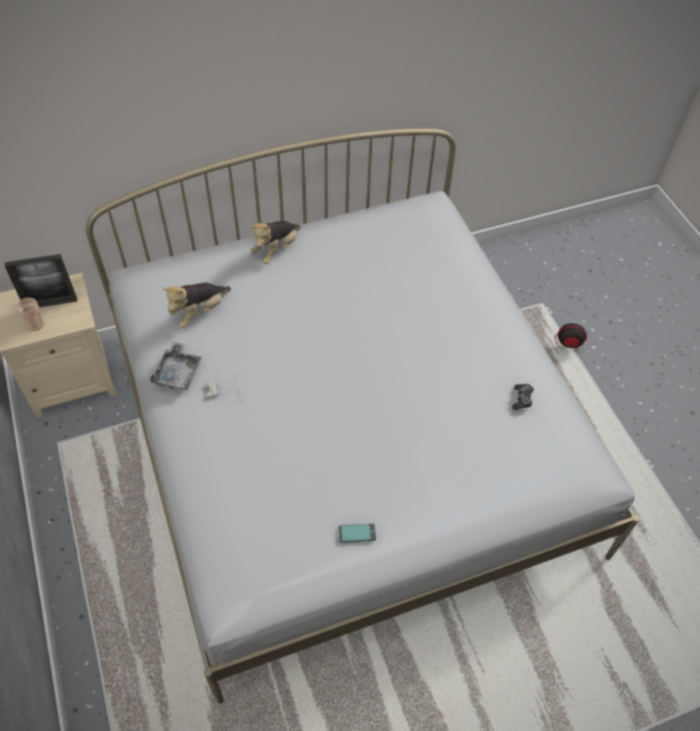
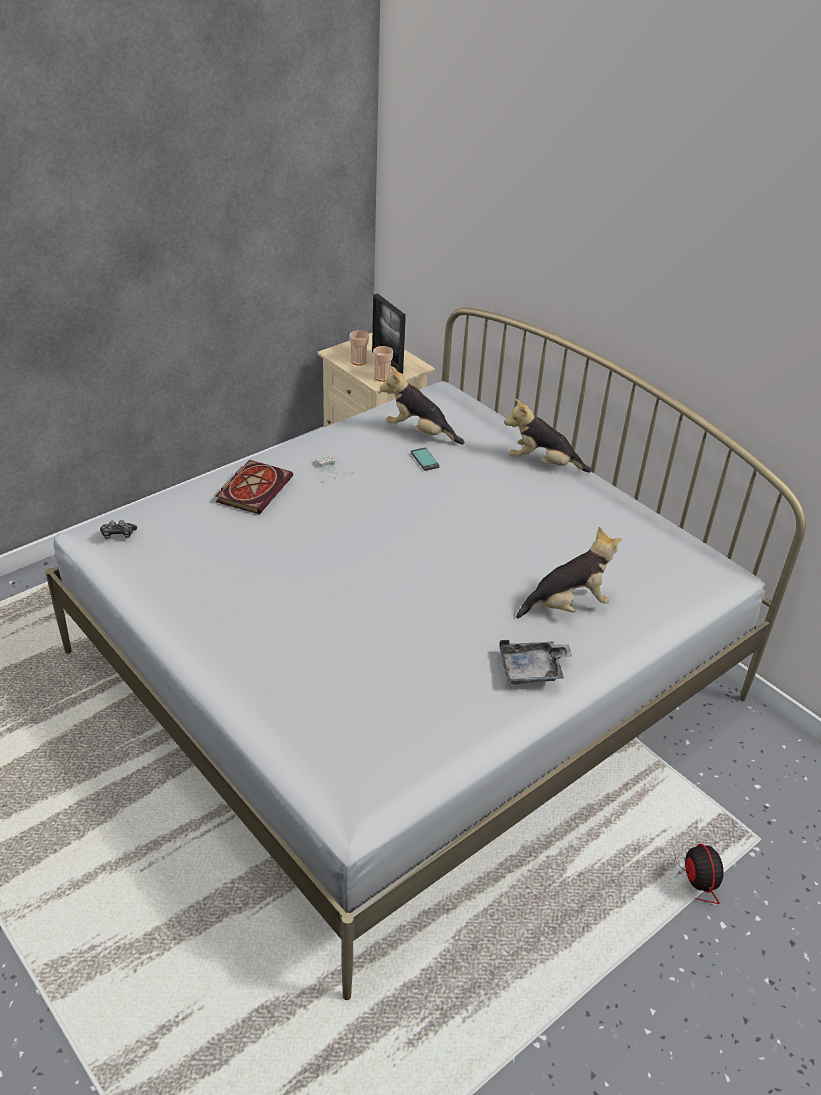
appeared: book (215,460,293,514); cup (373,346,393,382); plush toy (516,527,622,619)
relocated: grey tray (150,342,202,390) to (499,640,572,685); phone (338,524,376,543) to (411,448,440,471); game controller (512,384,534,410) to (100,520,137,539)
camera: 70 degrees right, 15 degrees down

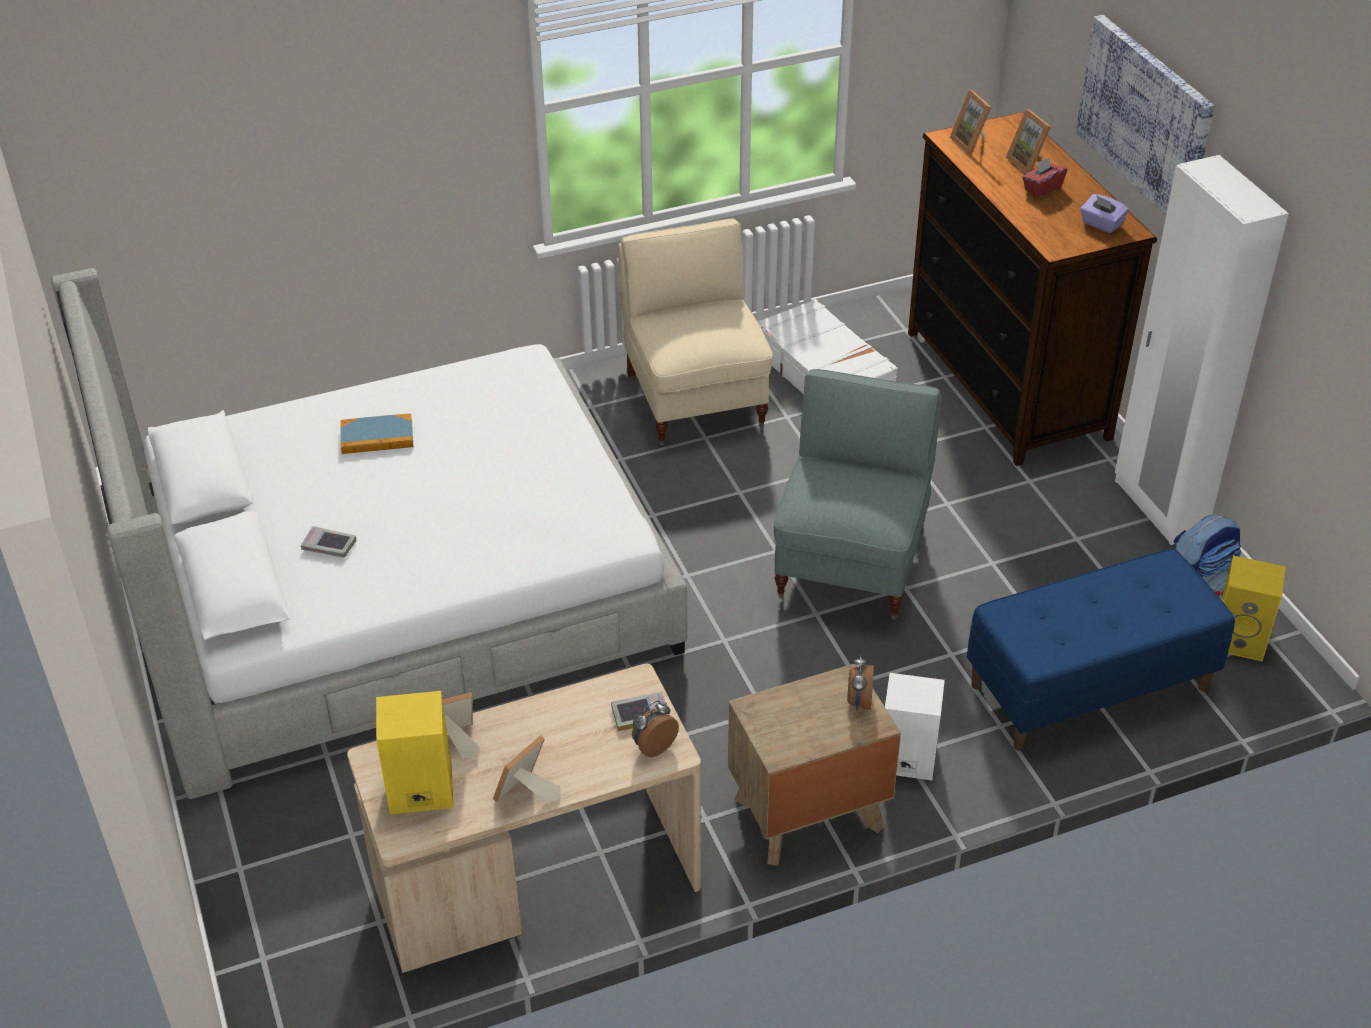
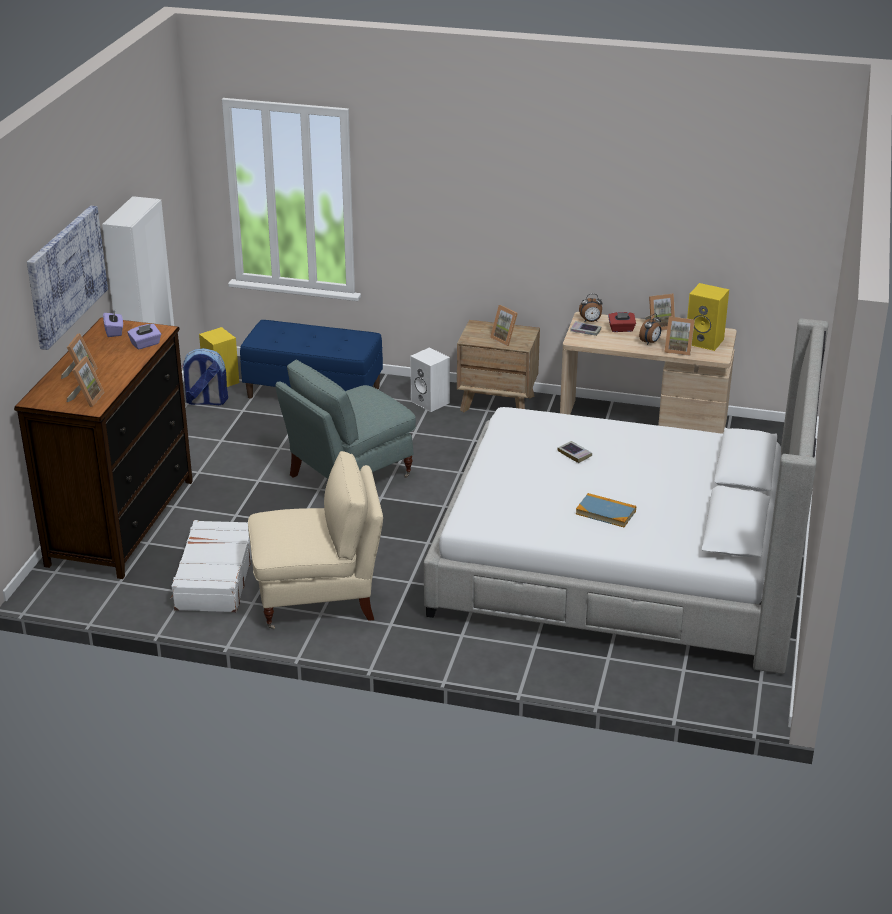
appeared: purple tissue box (128,324,161,350); picture frame (490,305,518,346)
relocated: book (301,526,356,558) to (558,441,592,463); alarm clock (847,656,874,710) to (639,313,661,345); red tissue box (1022,157,1067,197) to (608,312,636,332)
spun: beige armchair (618,219,773,446) = (248,451,383,629) 120 degrees counterclockwise
camera: 145 degrees left, 10 degrees down

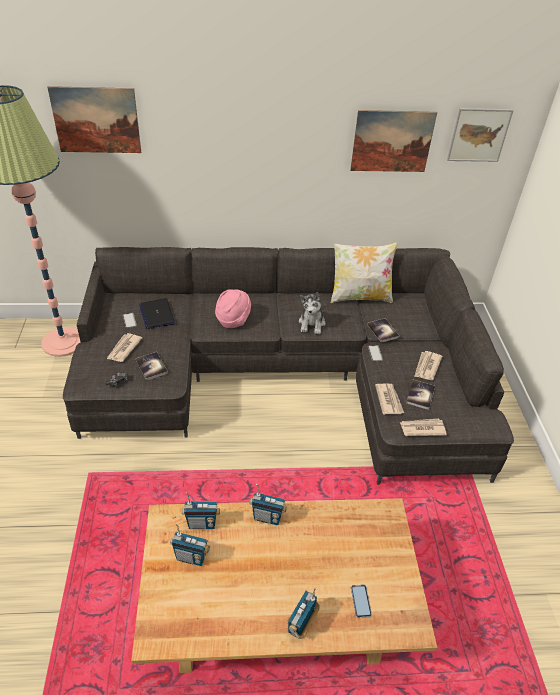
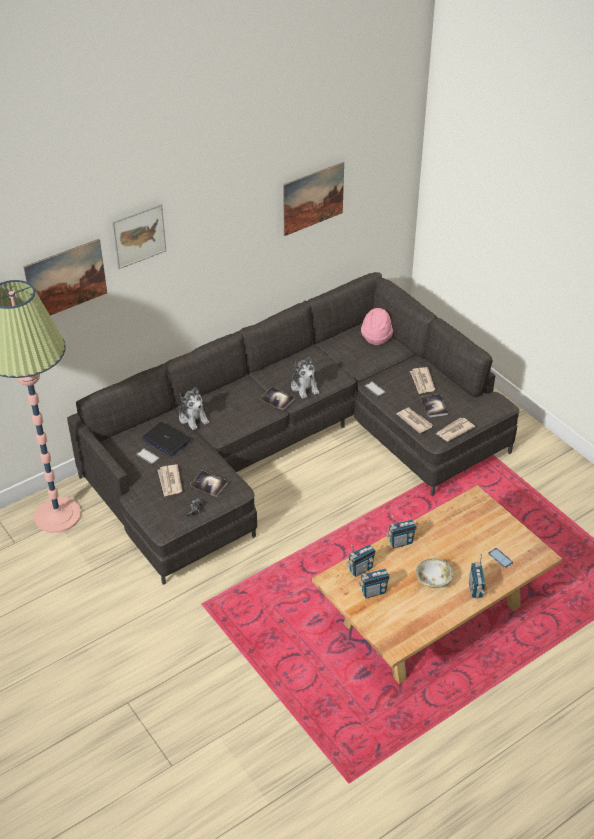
missing: pillow (331,242,398,303)
appeared: plush toy (179,387,209,430); bowl (416,558,453,588)
relocated: pink hat (215,289,251,328) to (361,308,393,345); book (367,318,400,343) to (260,387,295,410); picture (447,108,514,162) to (111,203,166,269)
camera: 30 degrees left, 0 degrees up

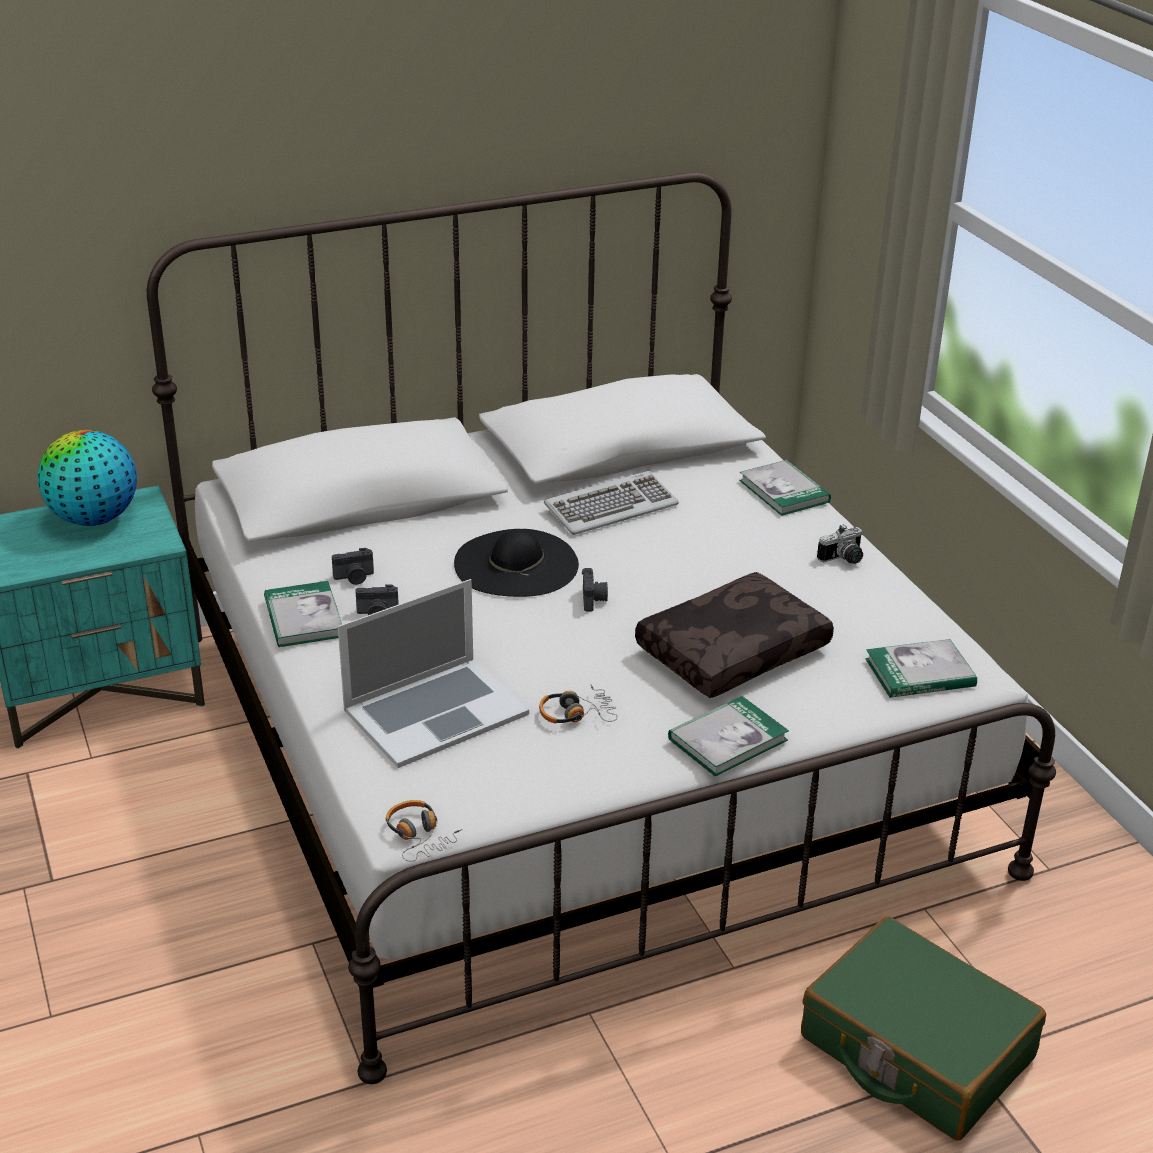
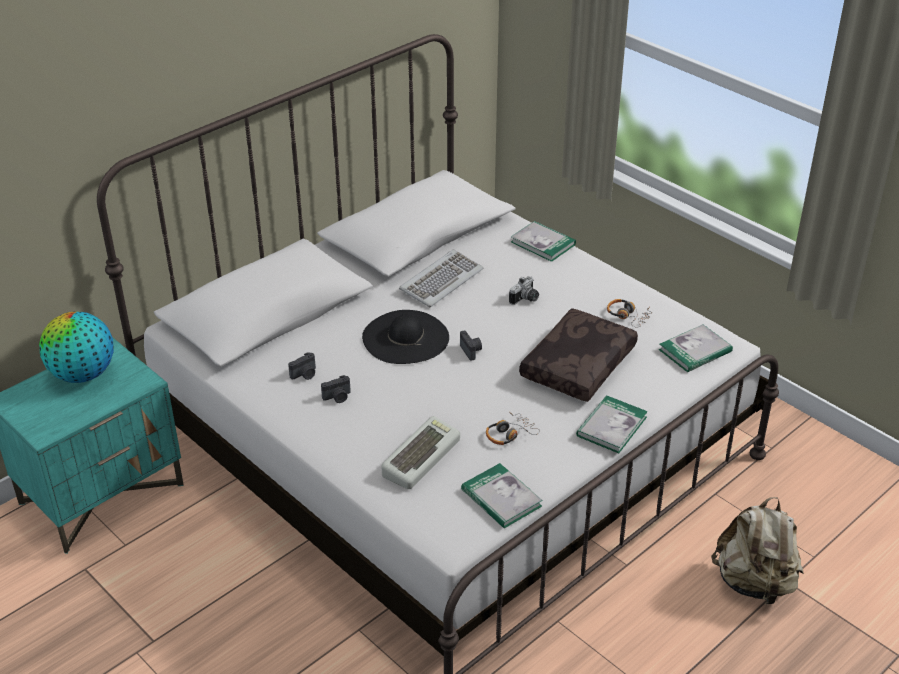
relocated: book (264,581,342,647) to (461,463,543,528); headphones (386,800,462,862) to (607,299,652,328); photo camera (817,524,863,564) to (509,276,539,305)
exchanged: laptop (338,579,529,768) to keyboard (382,416,460,489); green suitcase (801,916,1046,1140) to beige backpack (711,497,804,604)
camera: 20 degrees left, 5 degrees up

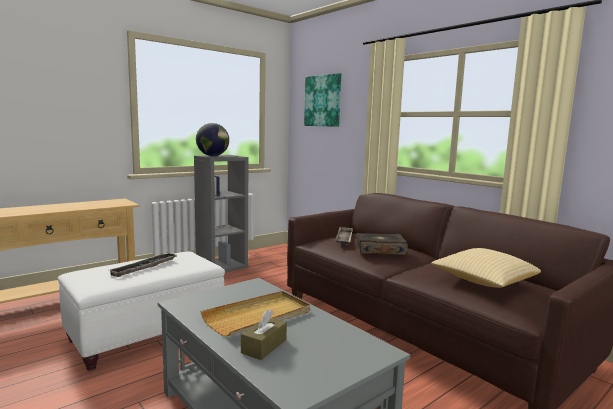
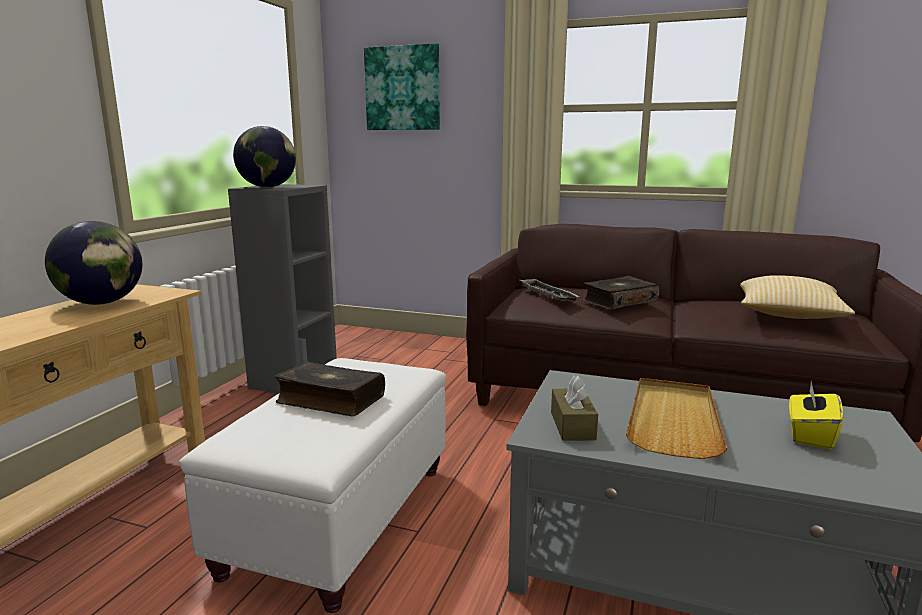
appeared: globe (45,221,142,305); yellow tissue box (789,382,843,450)
relocated: brown tissue box (241,310,287,360) to (551,376,598,441)
exchanged: tray (109,252,176,277) to book (275,362,385,416)
camera: 30 degrees left, 5 degrees up

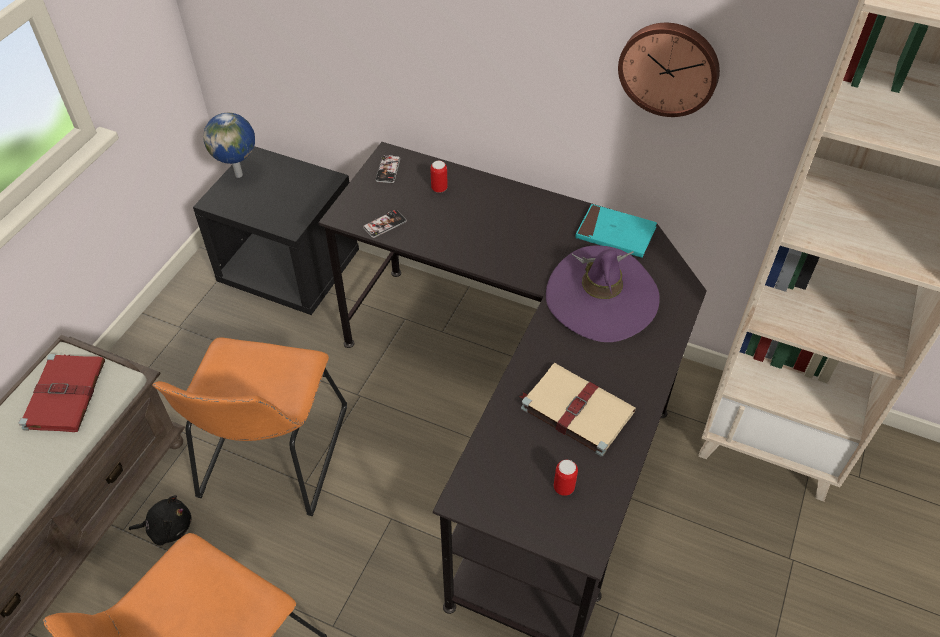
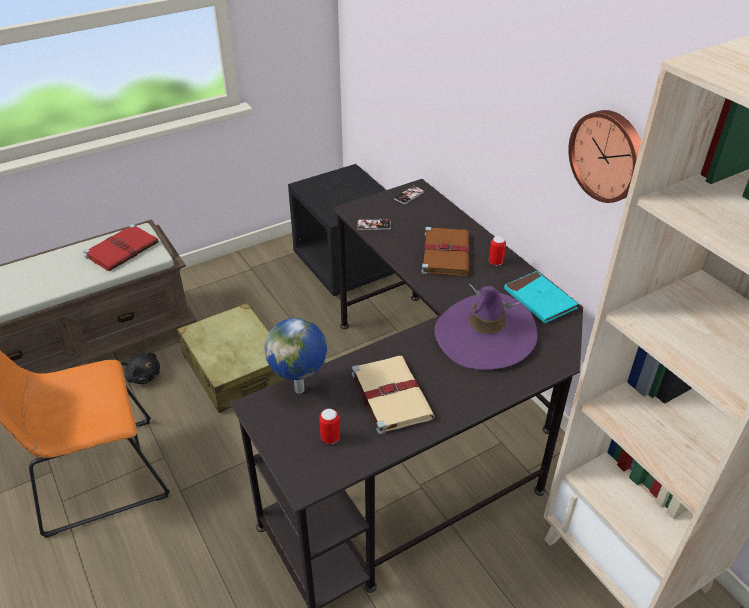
appeared: brown book (421,227,470,276)
relocated: globe (204,113,255,178) to (265,318,327,394); can (430,161,448,193) to (489,236,506,265)
exchanged: orange chair (152,338,347,516) to beige suitcase (177,303,286,413)
camera: 35 degrees right, 10 degrees down

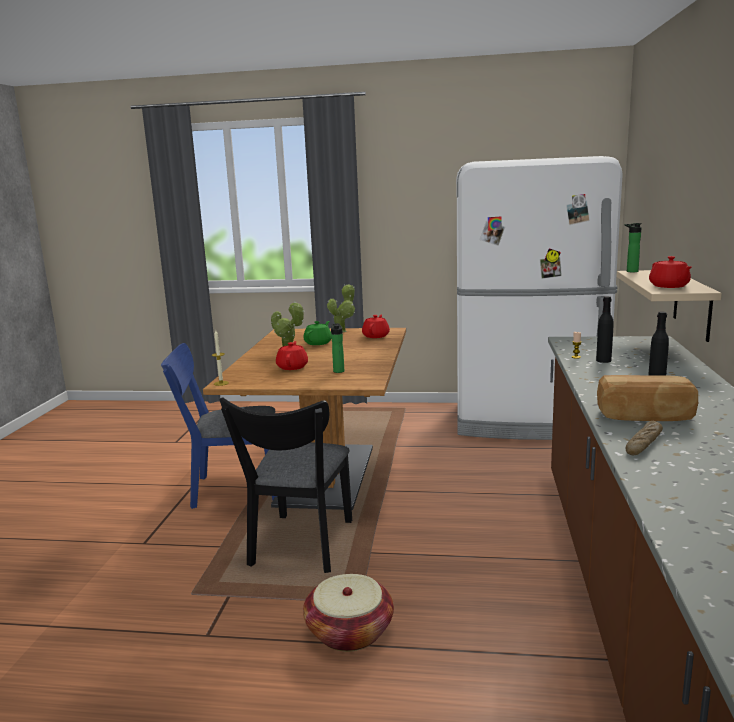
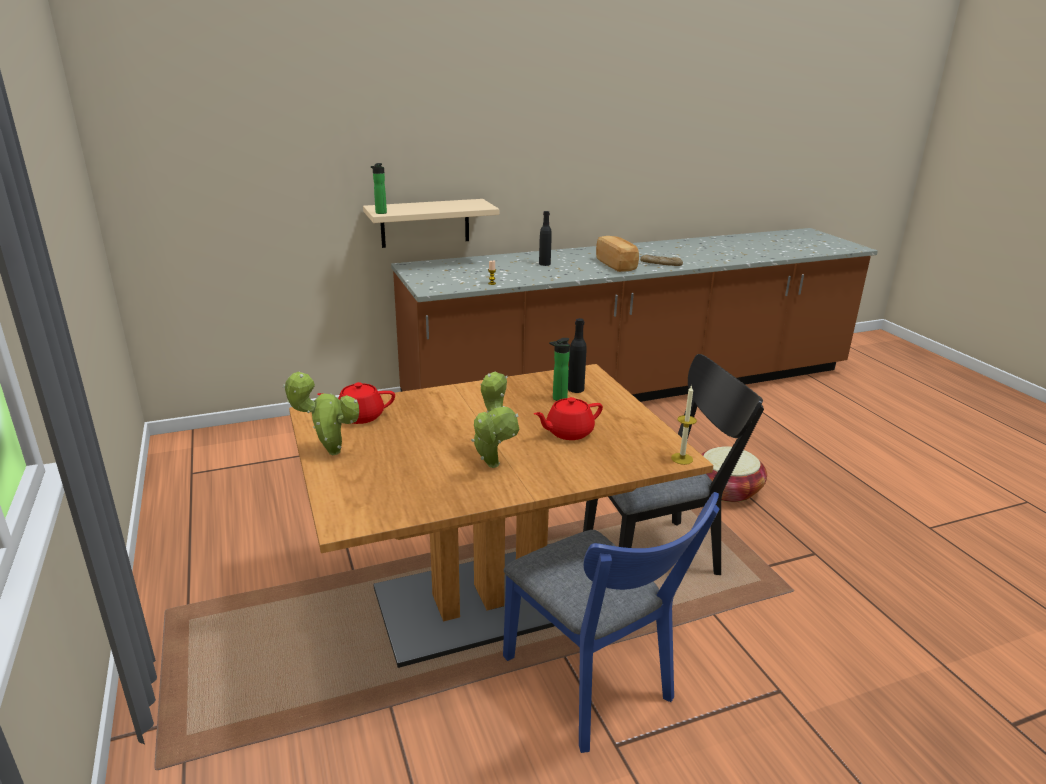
missing: green teapot (303,321,332,345); white fridge (456,156,623,440); red teapot (649,256,692,288)
relocated: black bottle (596,296,614,363) to (568,318,587,393)
camera: 120 degrees left, 10 degrees up

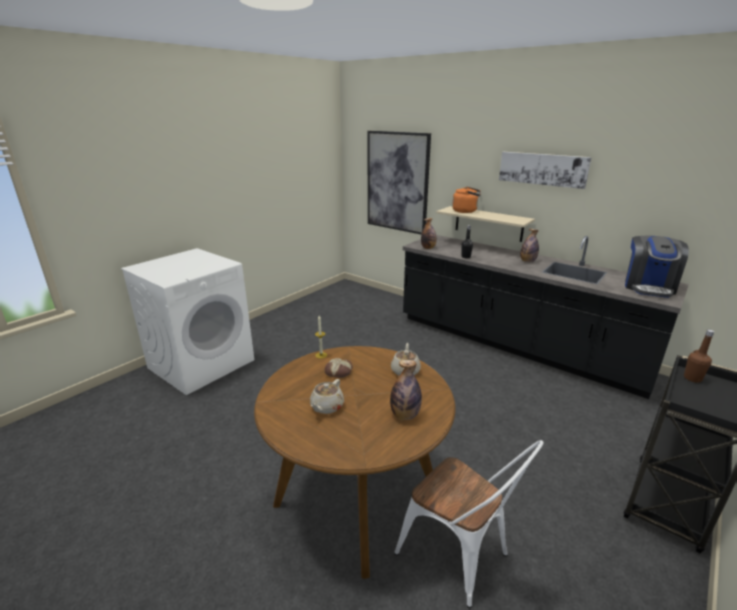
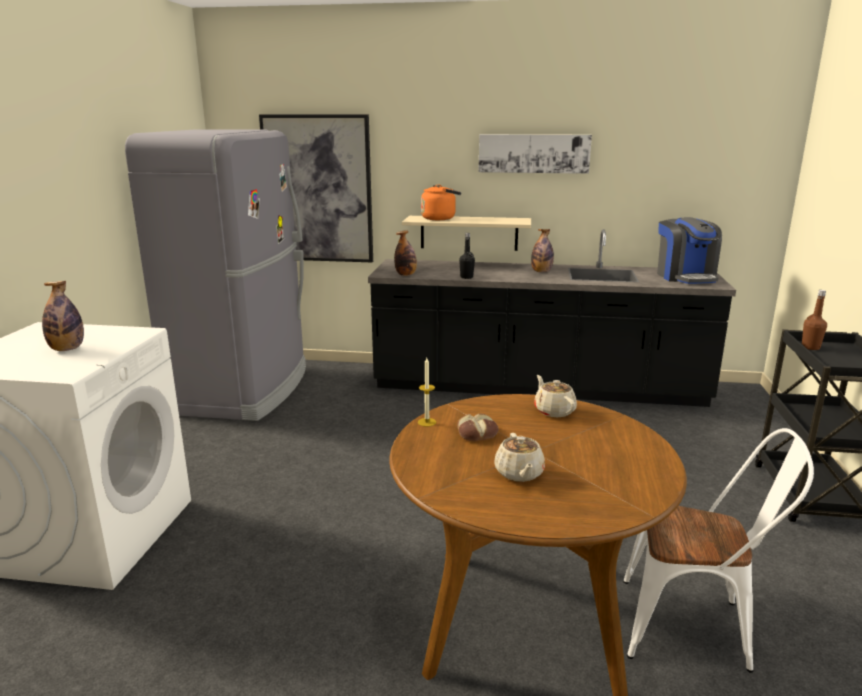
appeared: grey fridge (125,129,306,421)
relocated: bottle (390,360,422,420) to (42,281,84,351)
camera: 30 degrees left, 5 degrees down

